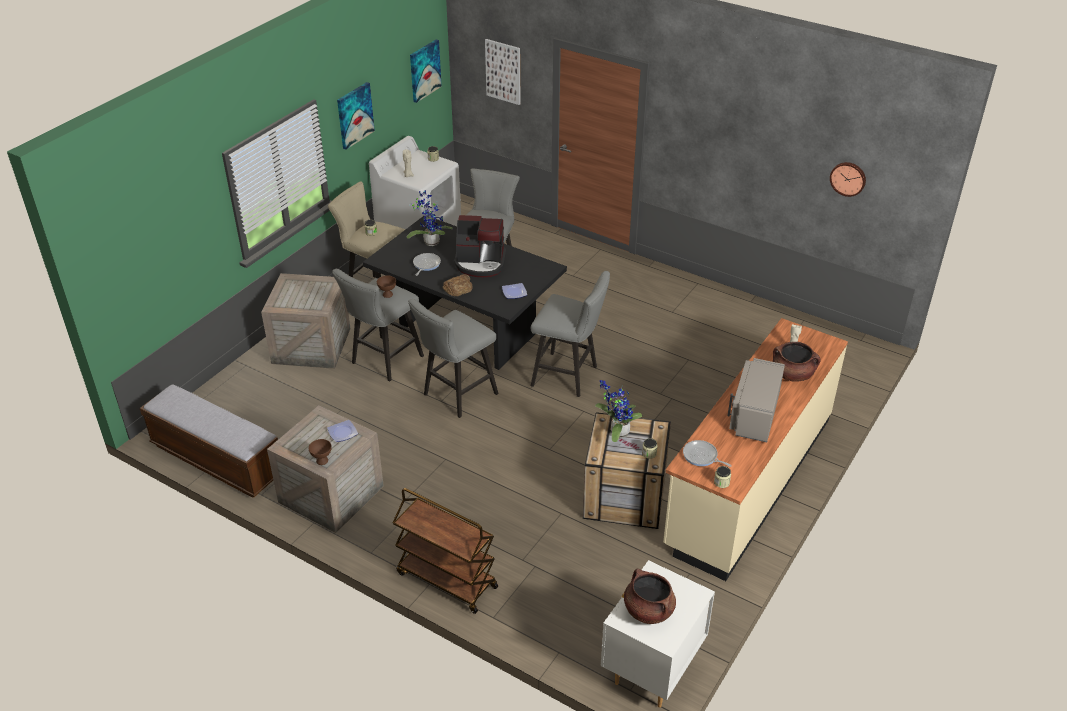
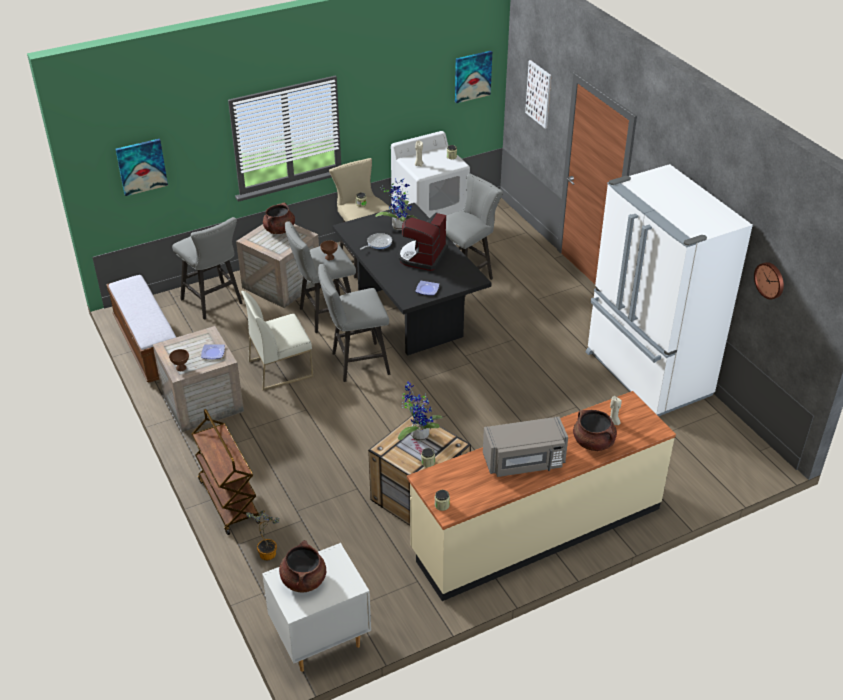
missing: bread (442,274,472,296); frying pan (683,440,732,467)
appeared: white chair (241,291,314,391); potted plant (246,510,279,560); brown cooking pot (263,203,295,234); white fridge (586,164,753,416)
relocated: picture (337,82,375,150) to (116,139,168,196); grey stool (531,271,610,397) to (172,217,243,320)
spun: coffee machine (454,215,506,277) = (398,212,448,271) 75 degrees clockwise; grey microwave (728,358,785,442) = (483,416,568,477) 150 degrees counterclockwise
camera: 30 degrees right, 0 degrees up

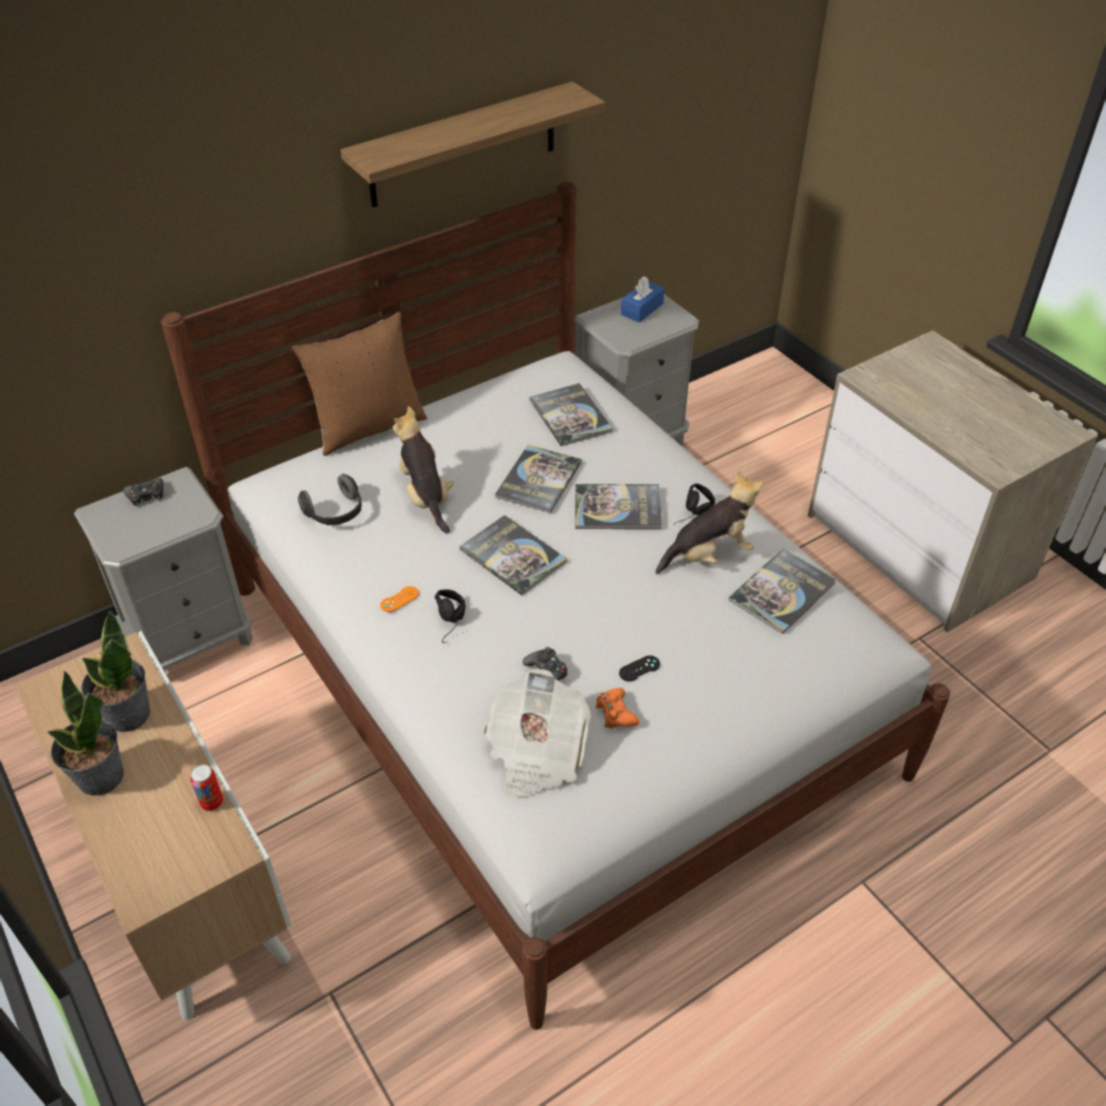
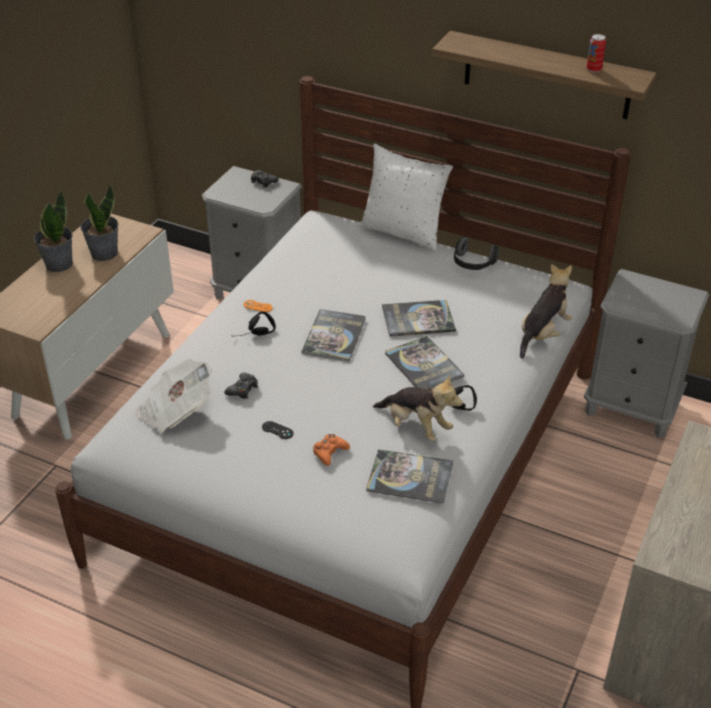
missing: book (529,383,613,446); blue tissue box (621,276,665,323)
relocated: can (190,764,223,811) to (587,34,606,73); headphones (298,474,362,525) to (454,237,499,270); plush toy (393,406,454,534) to (520,264,572,359); orange game controller (595,688,640,728) to (313,434,350,466)
colour: brown pillow (292,312,427,456) to white pillow (359,144,453,251)
camera: 60 degrees right, 5 degrees down

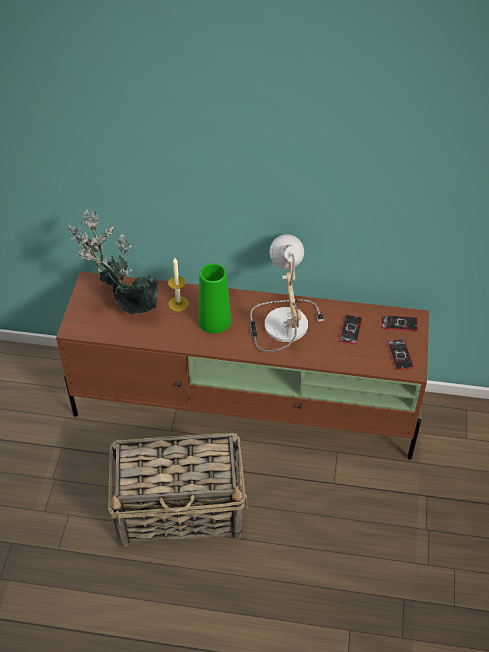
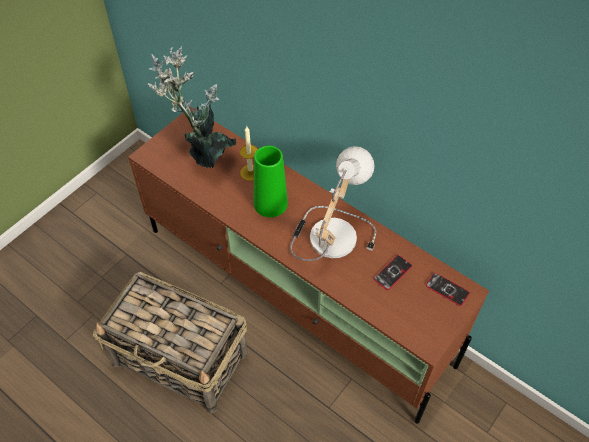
missing: phone (388,339,414,370)
camera: 30 degrees right, 5 degrees up

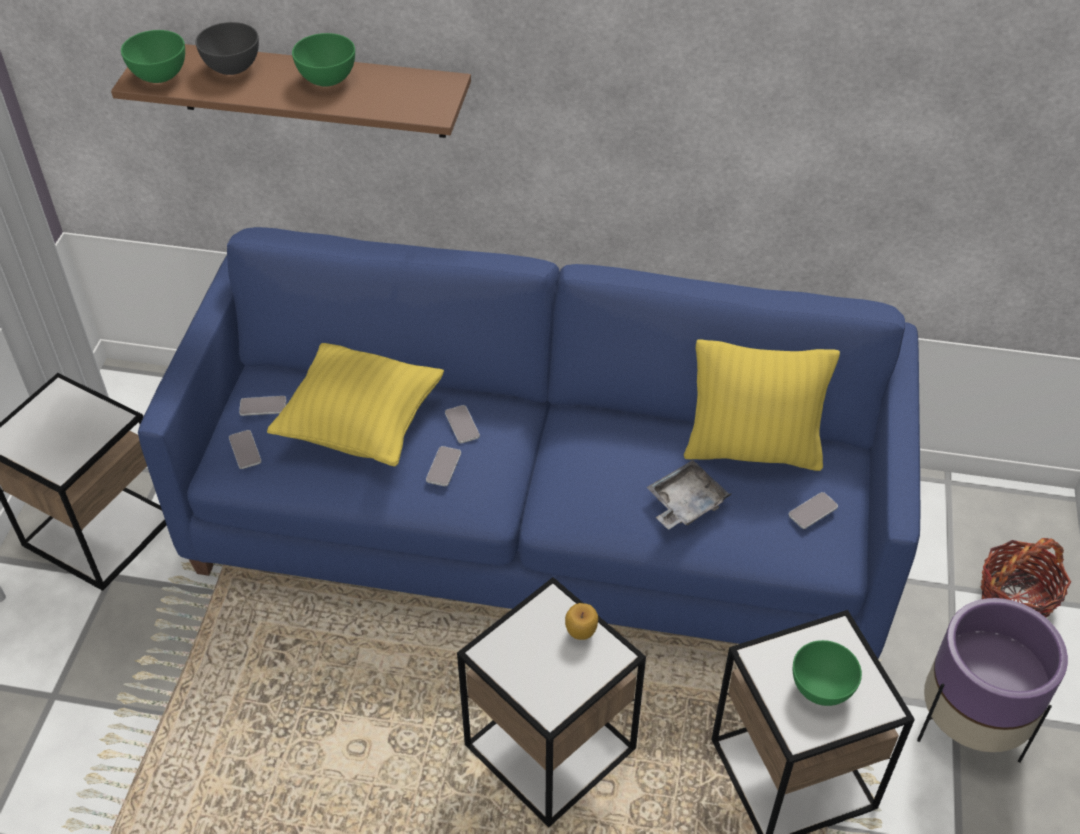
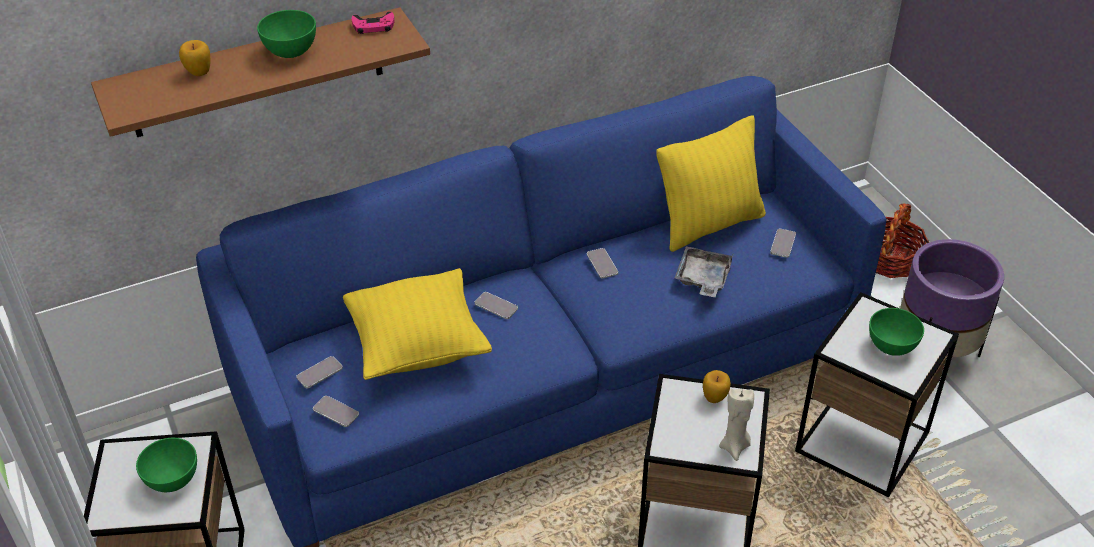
appeared: pink game controller (352,11,395,34); beige candle (719,389,754,461)
relocated: green bowl (121,30,185,83) to (136,438,197,492); phone (426,446,461,486) to (587,248,618,278)
exchanged: grey bowl (195,22,259,75) to apple (179,40,210,76)
camera: 35 degrees left, 5 degrees down

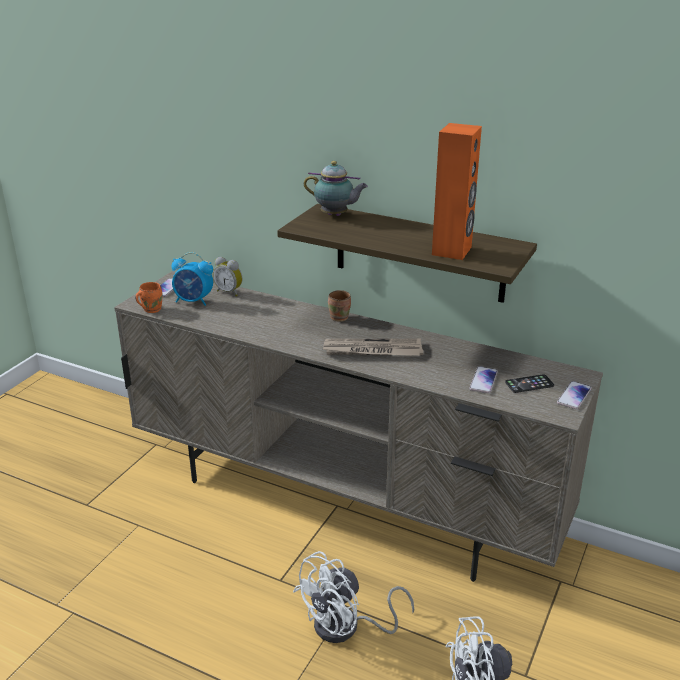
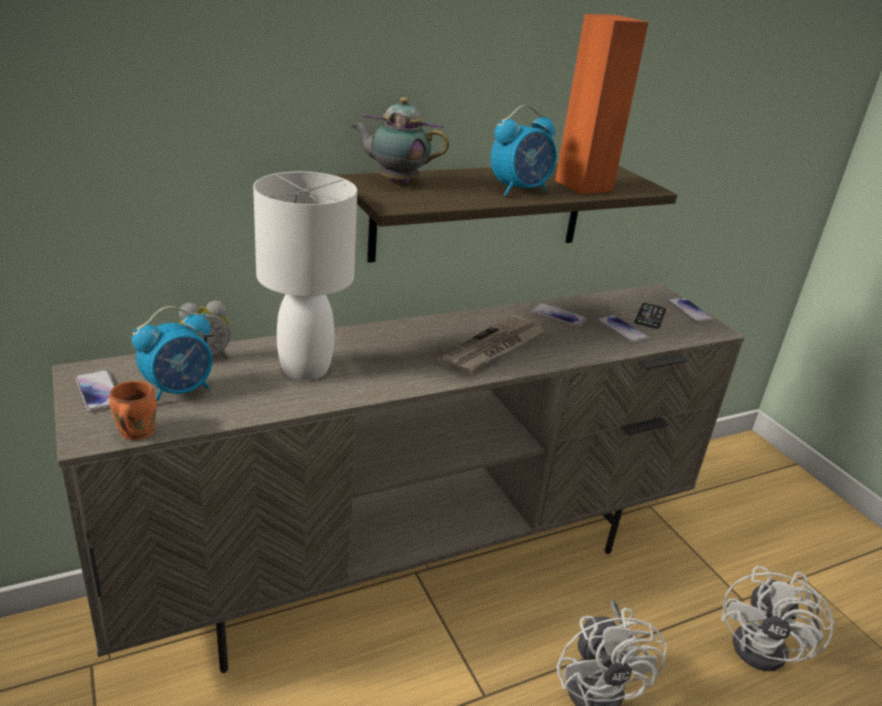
missing: brown mug (328,290,351,322)
appeared: white table lamp (253,172,357,380); alarm clock (491,105,557,196); phone (532,303,587,327)
spun: teapot (304,161,368,216) = (352,97,449,184) 135 degrees counterclockwise
camera: 55 degrees left, 0 degrees up

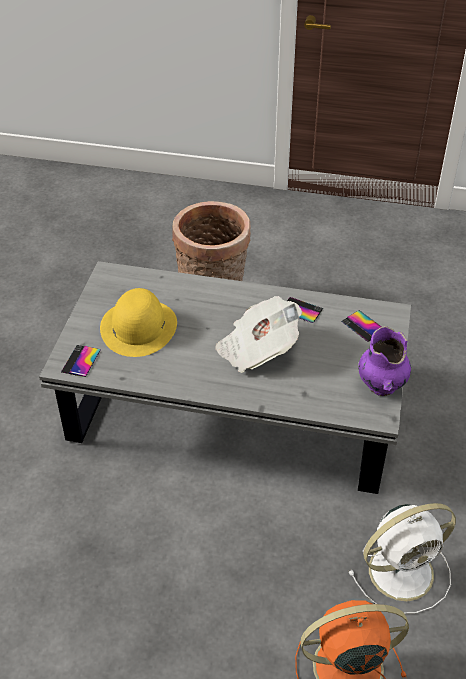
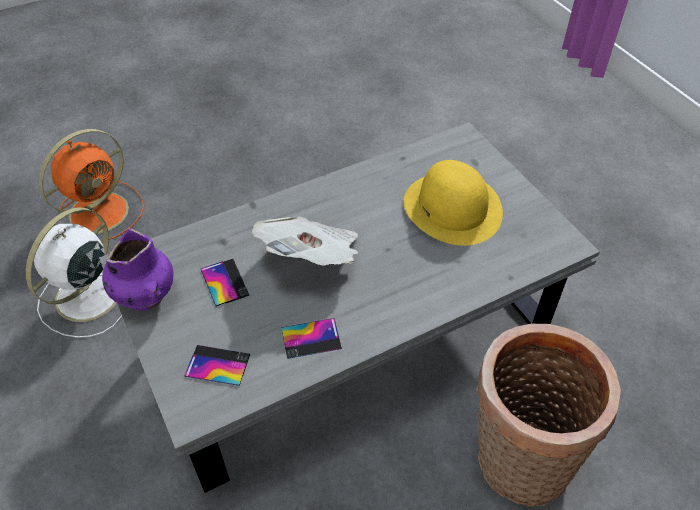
relocated: phone (61,345,101,377) to (201,259,249,306)
camera: 140 degrees right, 5 degrees up

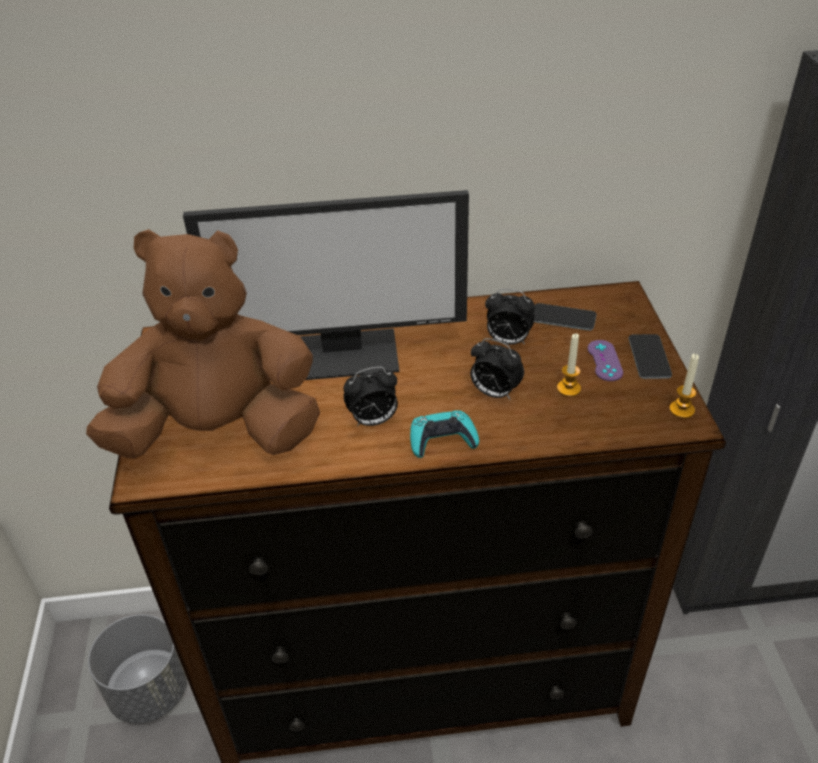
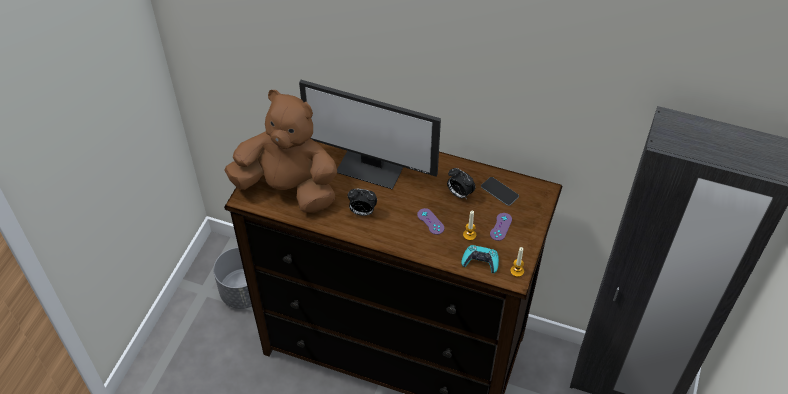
missing: phone (629,334,672,379)
relocated: turquoise game controller (410,411,479,458) to (461,245,499,273)
exchanged: alarm clock (470,338,524,400) to purple game controller (417,208,444,235)
camera: 25 degrees right, 10 degrees up

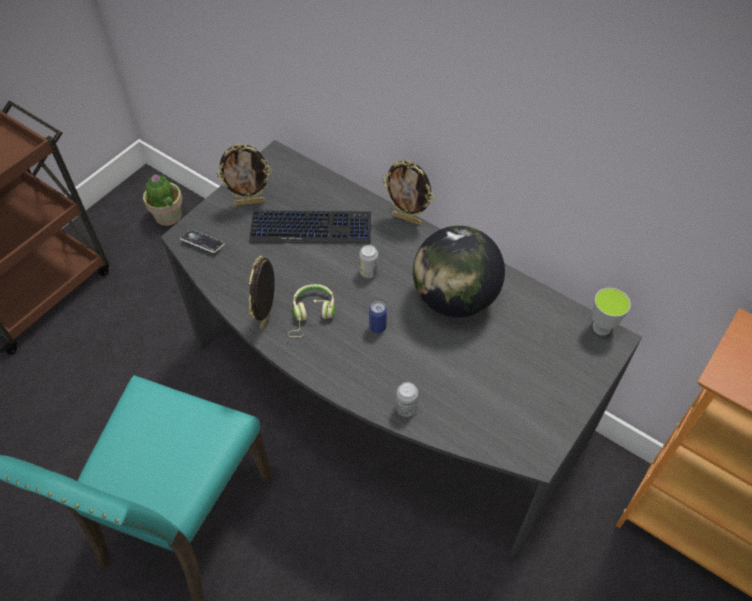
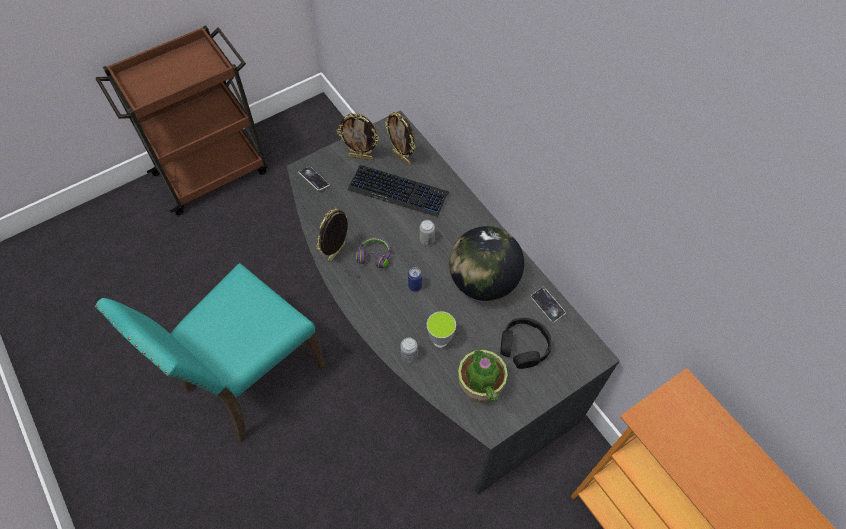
appeared: black headphones (500,318,552,369); phone (531,287,566,323)
relocated: potted plant (143,174,182,226) to (458,350,508,403); picture frame (382,160,434,225) to (384,112,415,165); cup (592,288,631,336) to (427,311,456,348)
colour: beige headphones (288,284,335,337) to purple headphones (345,237,391,276)
camera: 20 degrees right, 5 degrees up

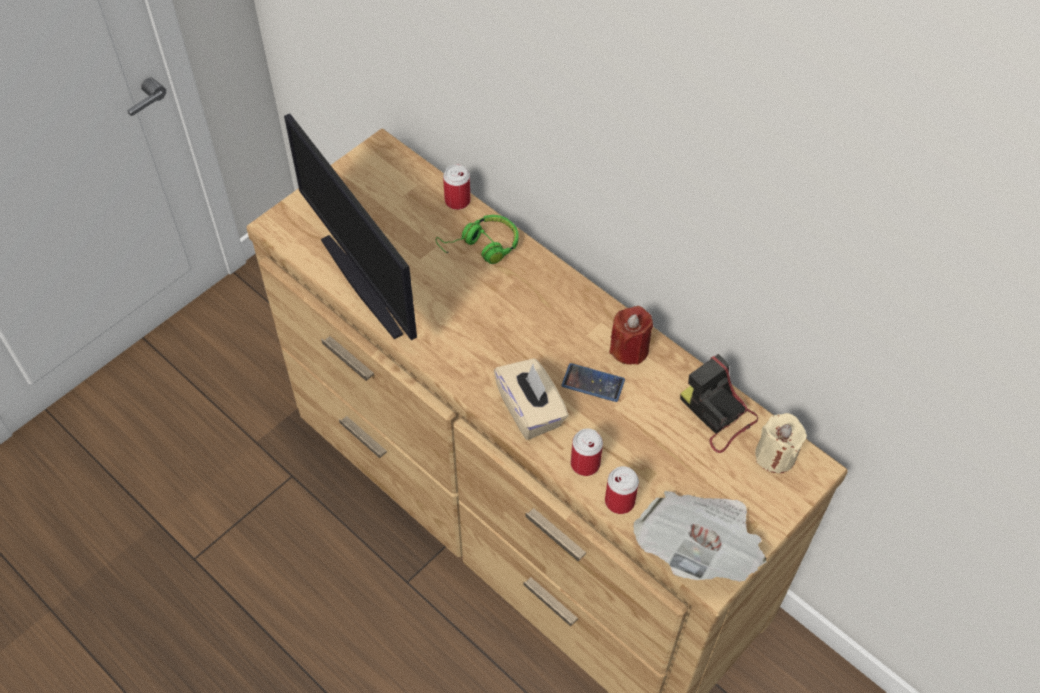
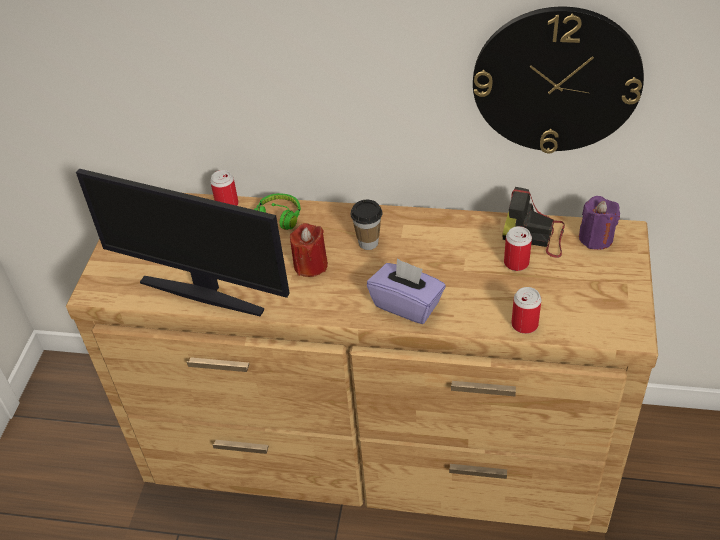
missing: phone (561,363,625,402); newspaper (633,491,766,582)
appeared: cup (350,200,383,250); wall clock (473,7,644,153)
relocated: can (571,428,603,476) to (504,226,532,271); red candle (609,306,653,365) to (290,223,328,277)
colour: beige tissue box (494,358,569,440) to purple tissue box (367,258,446,324); beige candle (755,413,807,473) to purple candle (579,196,620,250)
camera: 30 degrees left, 10 degrees down

